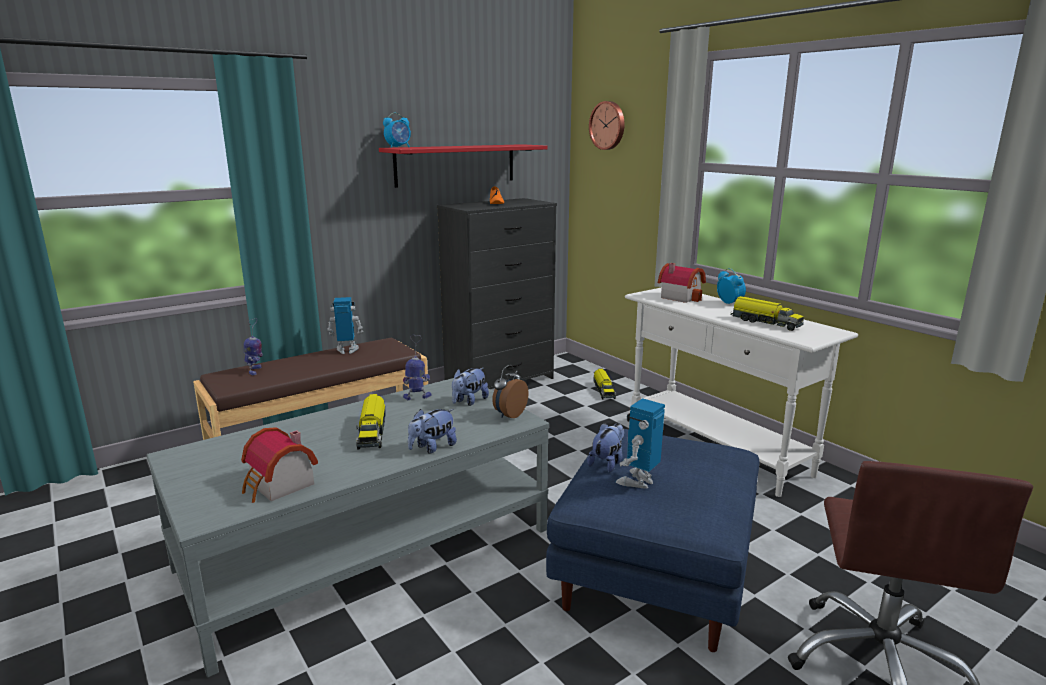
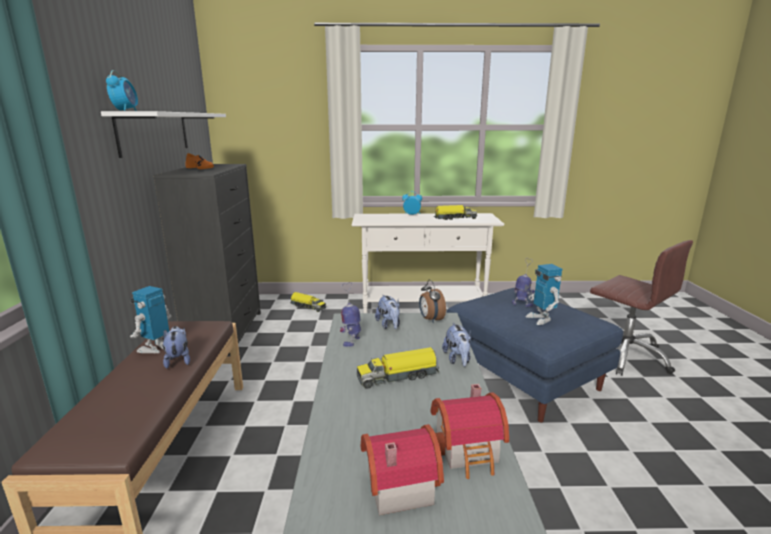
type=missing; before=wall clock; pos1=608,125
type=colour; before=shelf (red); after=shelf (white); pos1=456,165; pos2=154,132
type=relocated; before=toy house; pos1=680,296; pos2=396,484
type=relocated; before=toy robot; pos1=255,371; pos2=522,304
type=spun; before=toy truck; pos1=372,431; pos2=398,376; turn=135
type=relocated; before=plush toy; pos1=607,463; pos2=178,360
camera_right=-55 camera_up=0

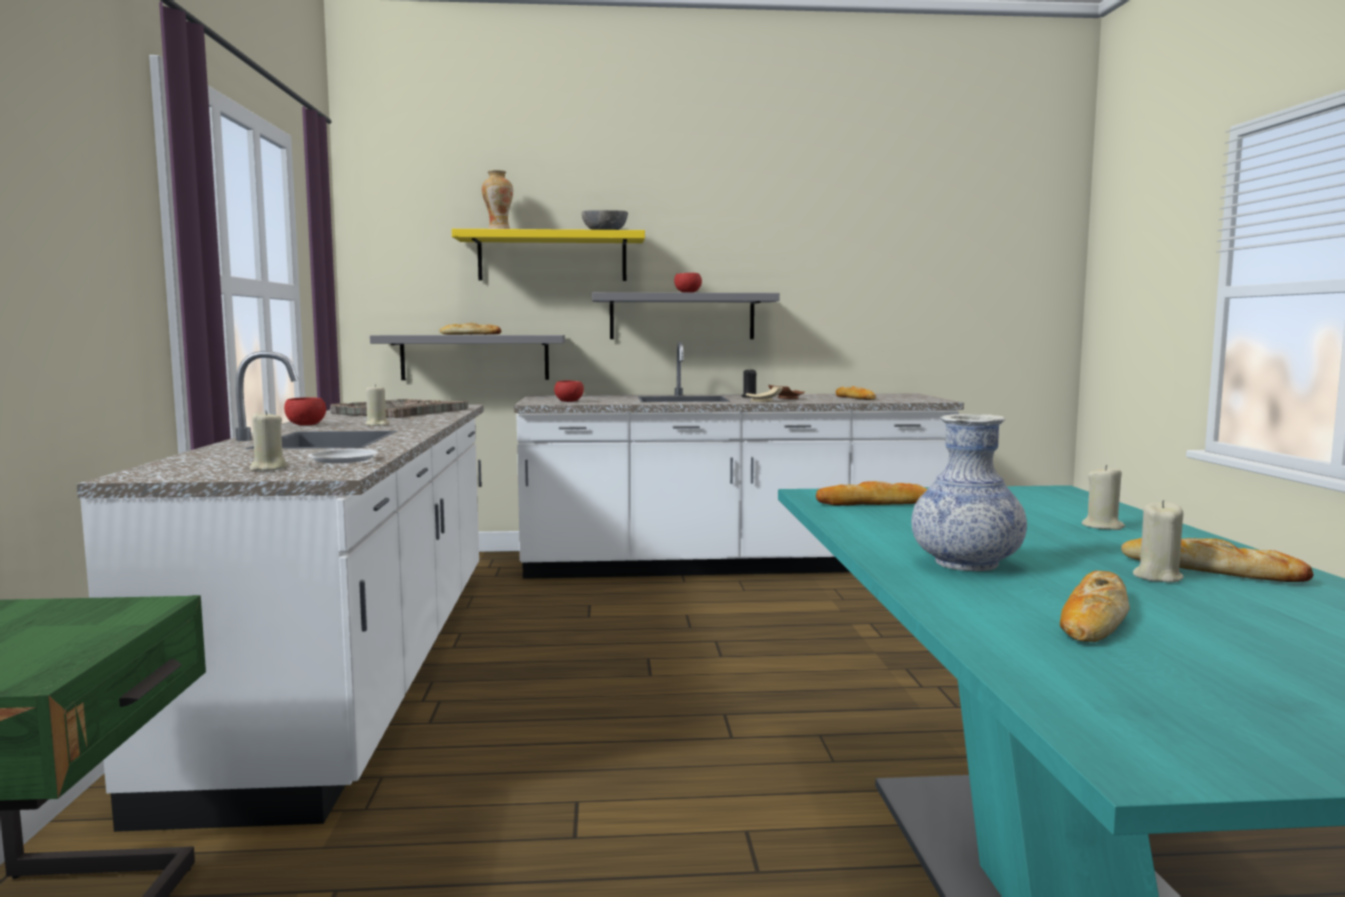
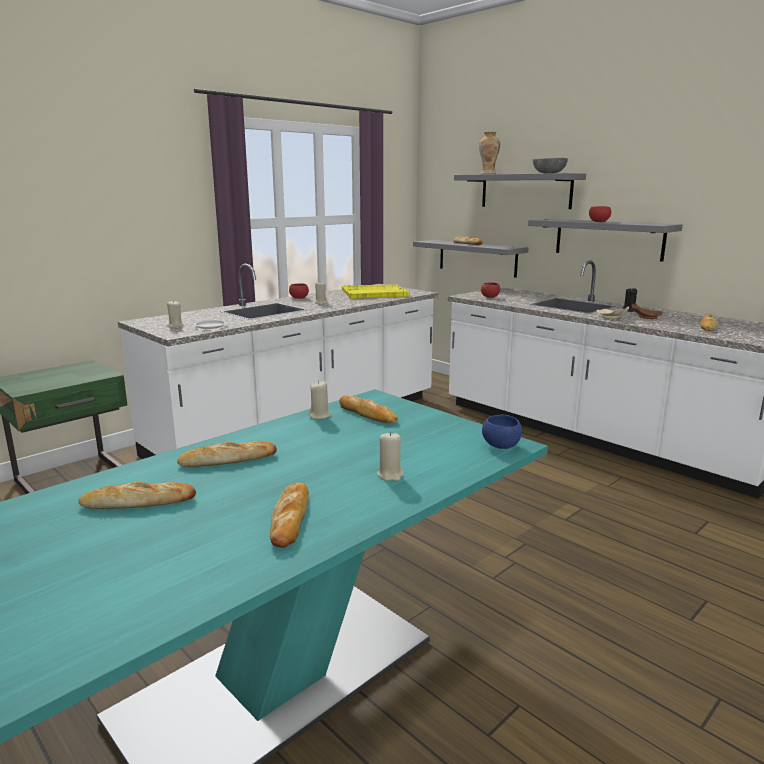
type=colour; before=shelf (yellow); after=shelf (grey); pos1=552,257; pos2=525,191
type=colour; before=tray (grey); after=tray (yellow); pos1=399,411; pos2=374,293
type=exchanged; before=vase; after=bread; pos1=966,564; pos2=228,460
type=relocated; before=candle (beige); pos1=1157,577; pos2=320,416
type=appeared; after=bowl (blue); pos2=500,446
camera_right=50 camera_up=10

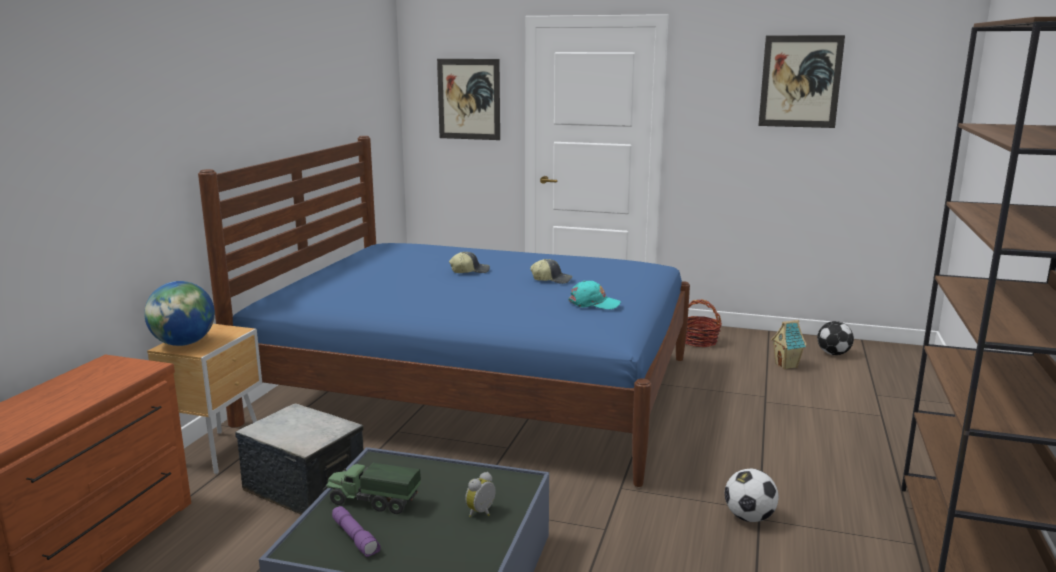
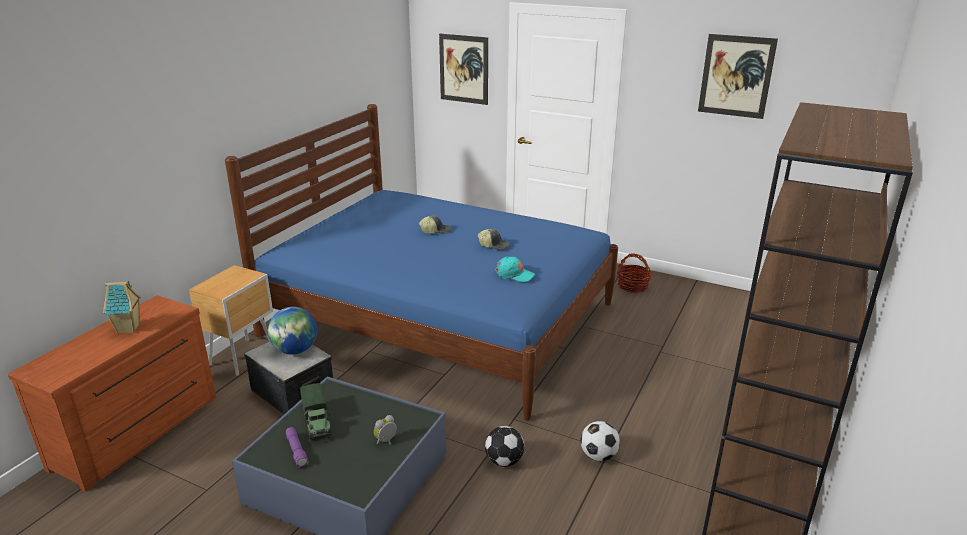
type=relocated; before=globe; pos1=184,343; pos2=295,350
type=relocated; before=toy house; pos1=787,365; pos2=129,329
type=relocated; before=football; pos1=833,354; pos2=504,461
type=spun; before=toy truck; pos1=372,501; pos2=317,422; turn=-135
camera_right=10 camera_up=10

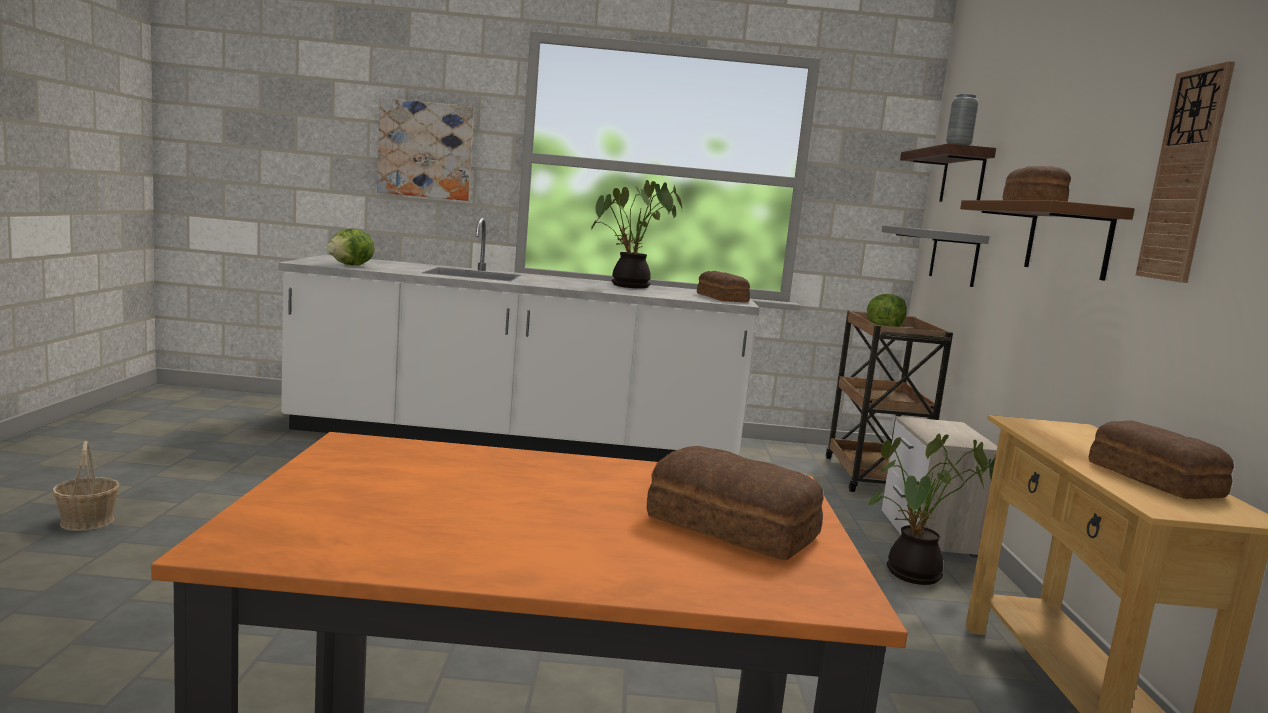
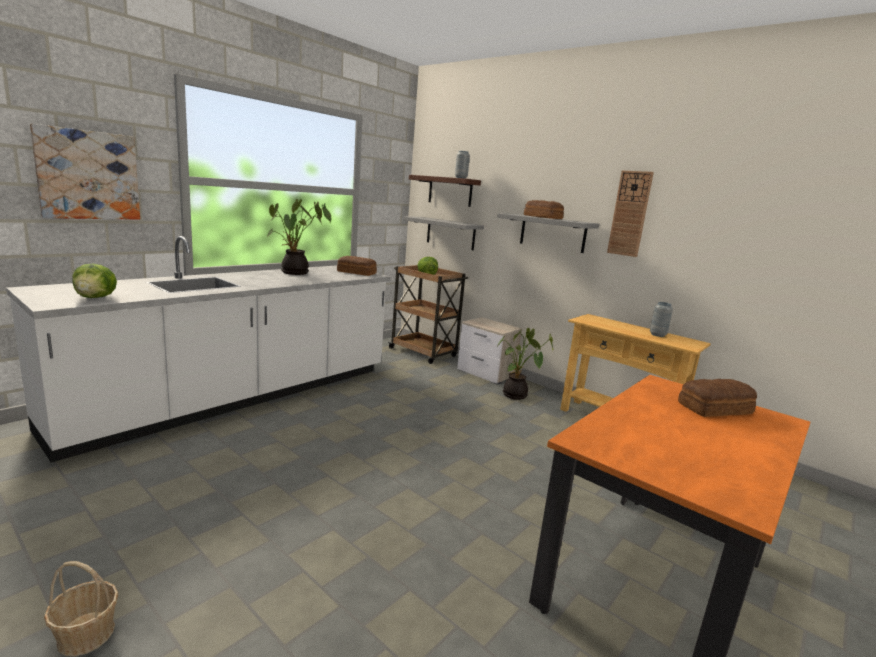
type=colour; before=shelf (brown); after=shelf (grey); pos1=1067,240; pos2=552,233
type=exchanged; before=bread; after=vase (grey); pos1=1154,479; pos2=657,335
camera_right=-50 camera_up=5

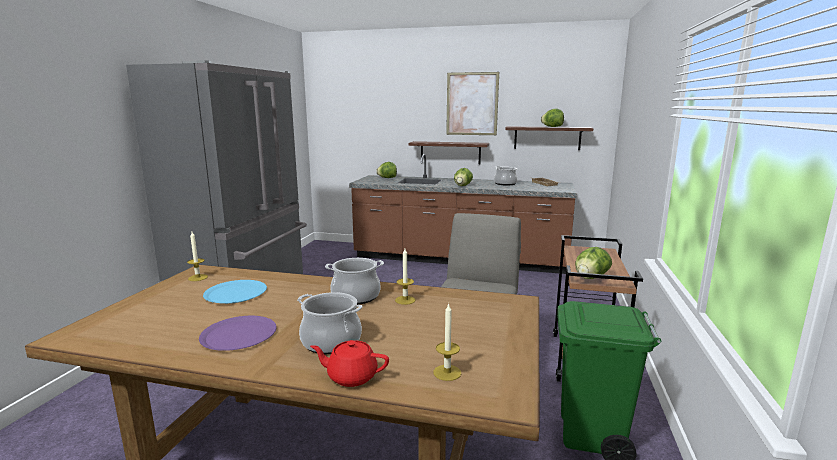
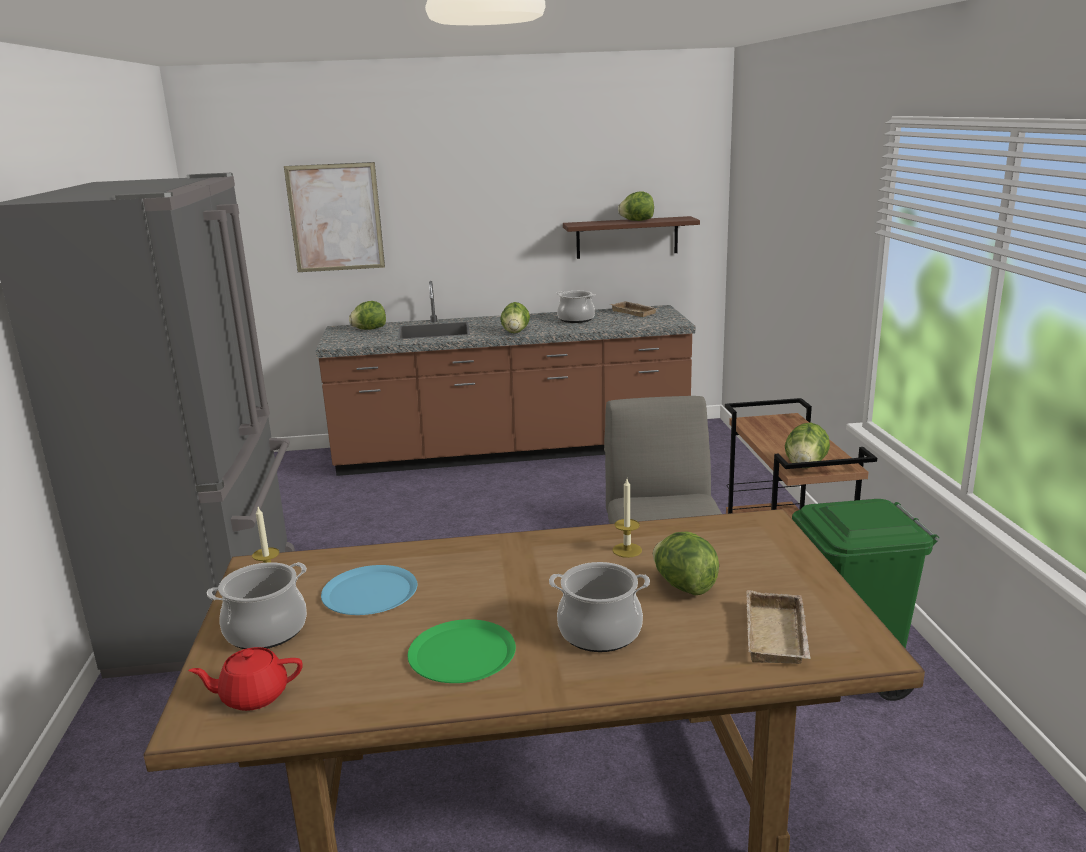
type=relocated; before=picture; pos1=472,104; pos2=335,217
type=missing; before=shelf; pos1=450,152
type=relocated; before=cooking pot; pos1=355,296; pos2=266,631
type=exchanged; before=candle; after=tray (beige); pos1=447,372; pos2=779,636
type=colour; before=plate (purple); after=plate (green); pos1=239,334; pos2=462,653
type=relocated; before=teapot (red); pos1=351,376; pos2=253,696
type=appeared; after=lettuce; pos2=683,586
camera_right=-20 camera_up=5

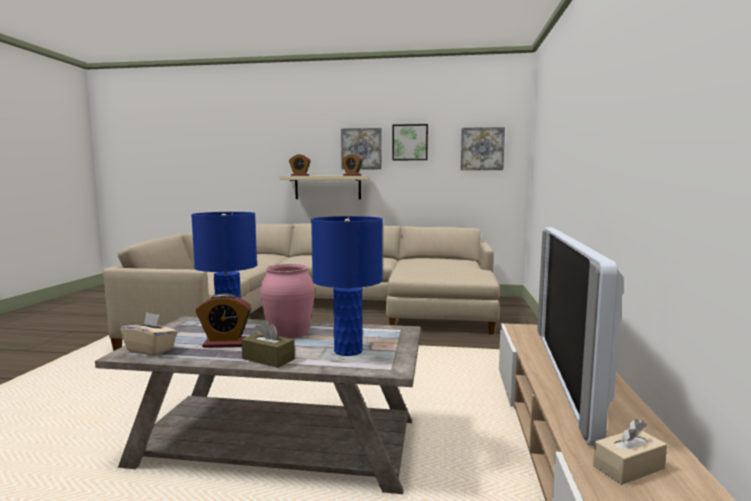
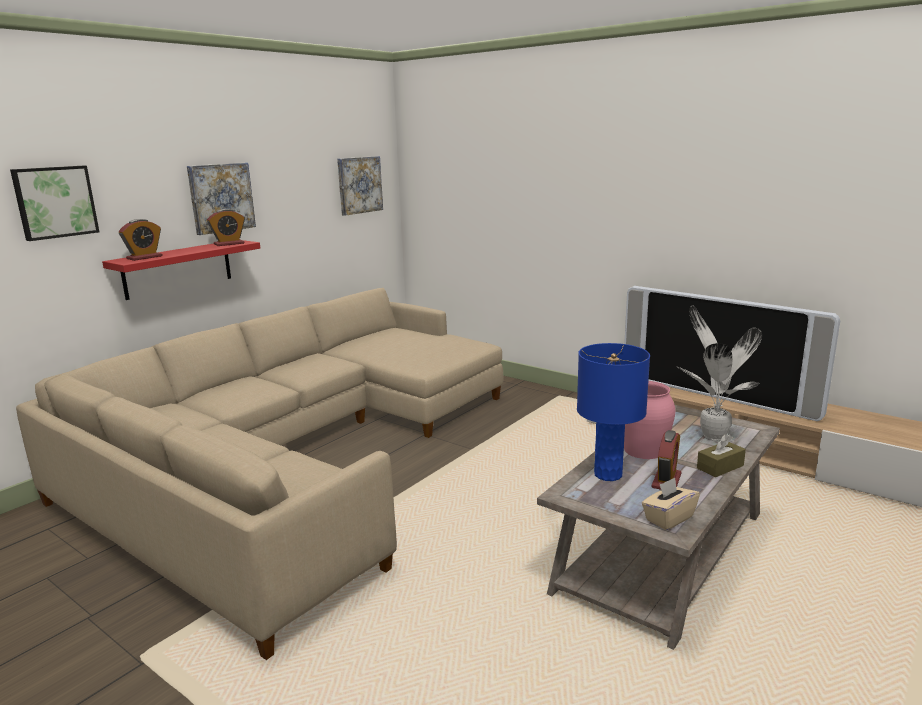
type=relocated; before=picture; pos1=410,142; pos2=55,202
type=colour; before=shelf (beige); after=shelf (red); pos1=327,187; pos2=178,269
type=exchanged; before=table lamp (blue); after=potted plant; pos1=348,351; pos2=712,435
type=missing; before=tissue box (beige); pos1=628,467
camera_right=-60 camera_up=10

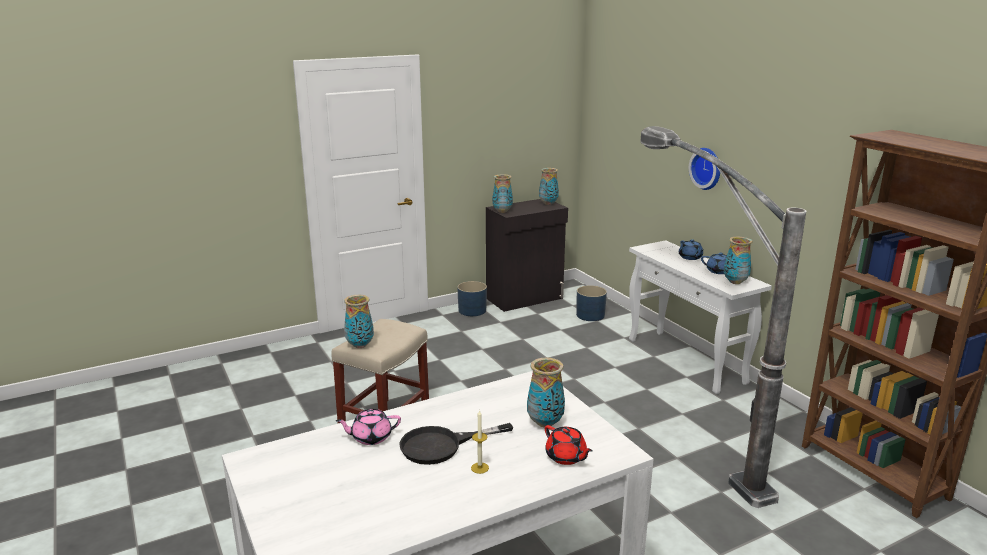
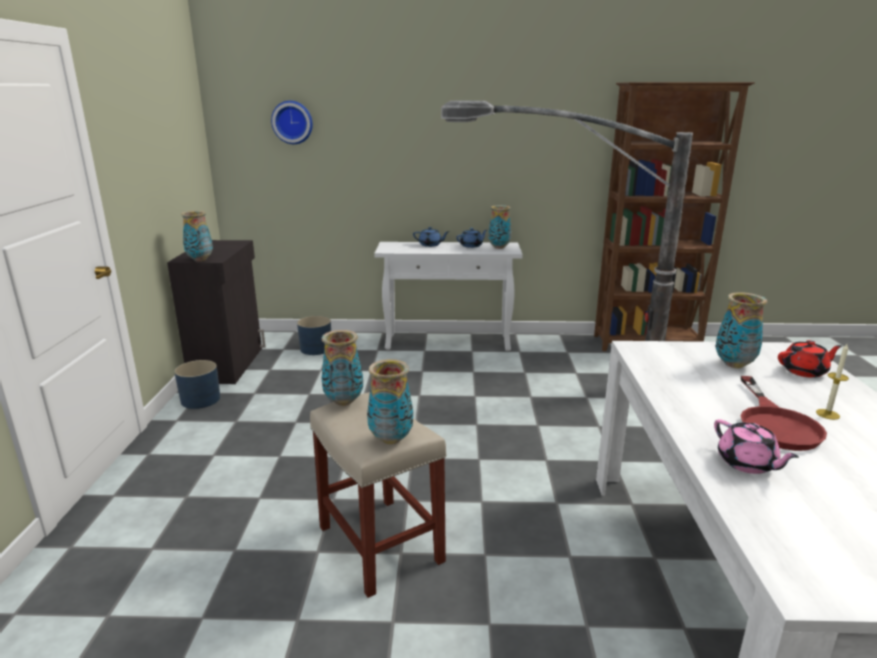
type=relocated; before=wall clock; pos1=707,168; pos2=293,122
type=relocated; before=vase; pos1=548,203; pos2=344,402
type=spun; before=teapot (pink); pos1=370,437; pos2=747,463; turn=-45
type=colour; before=frying pan (black); after=frying pan (red); pos1=441,445; pos2=775,423
camera_right=-60 camera_up=0

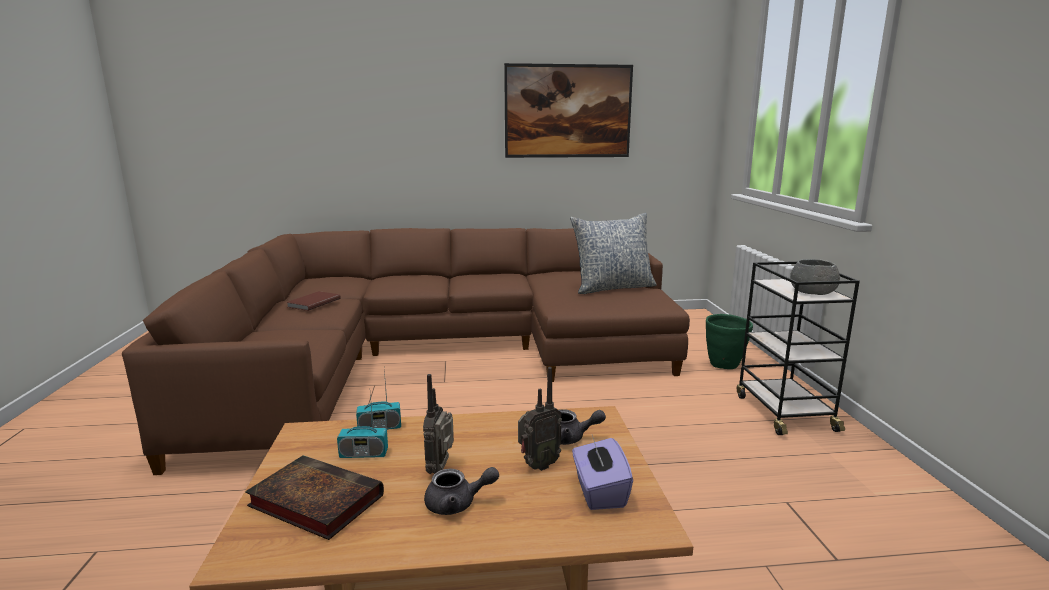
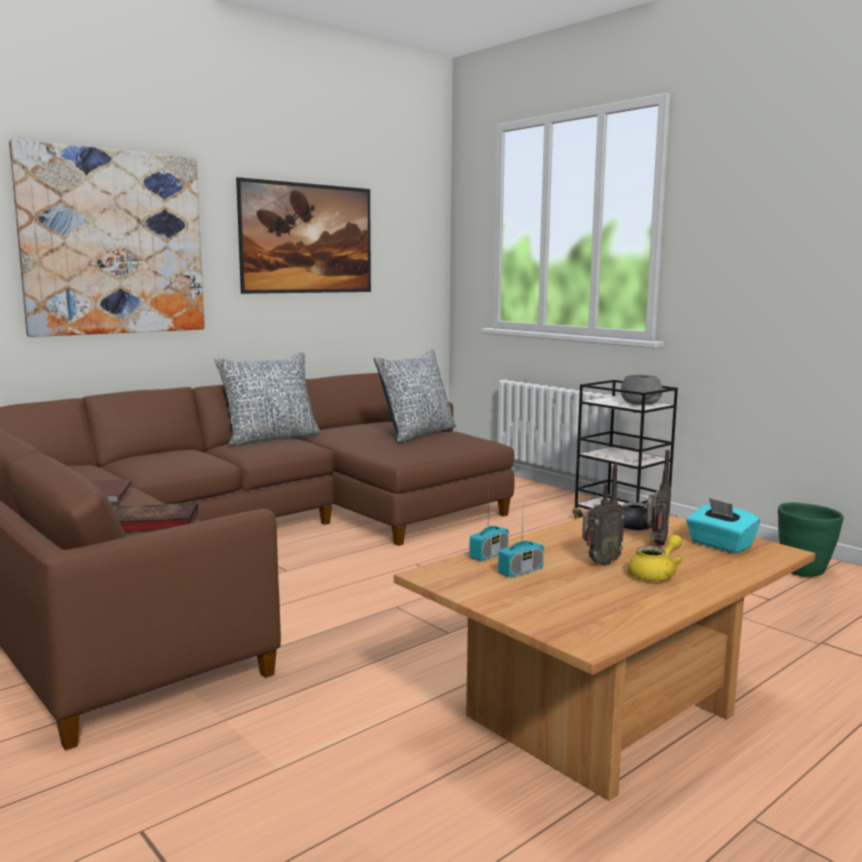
type=relocated; before=planter (green); pos1=724,365; pos2=804,571
type=spun; before=radio; pos1=441,469; pos2=599,563; turn=-90
type=colour; before=tissue box (purple); after=tissue box (turquoise); pos1=599,491; pos2=720,545
type=relocated; before=book; pos1=313,501; pos2=151,524
type=colour; before=teapot (grey); after=teapot (yellow); pos1=457,504; pos2=656,574
type=appeared; after=picture; pos2=114,243
type=appeared; after=pillow; pos2=270,438
camera_right=-35 camera_up=-5

